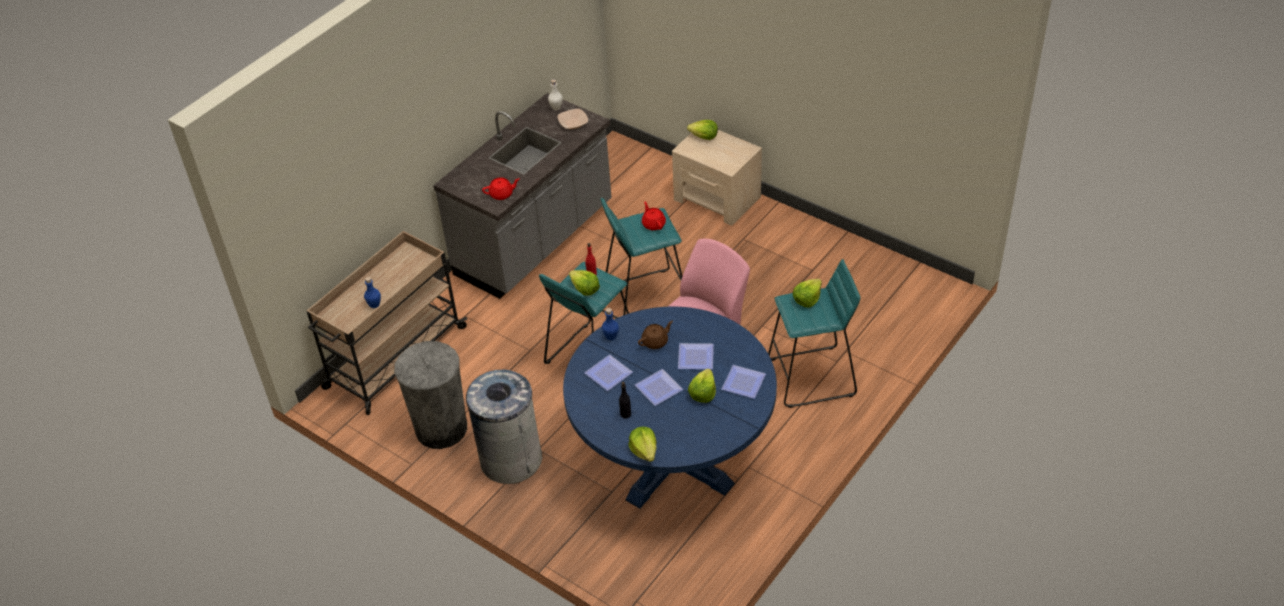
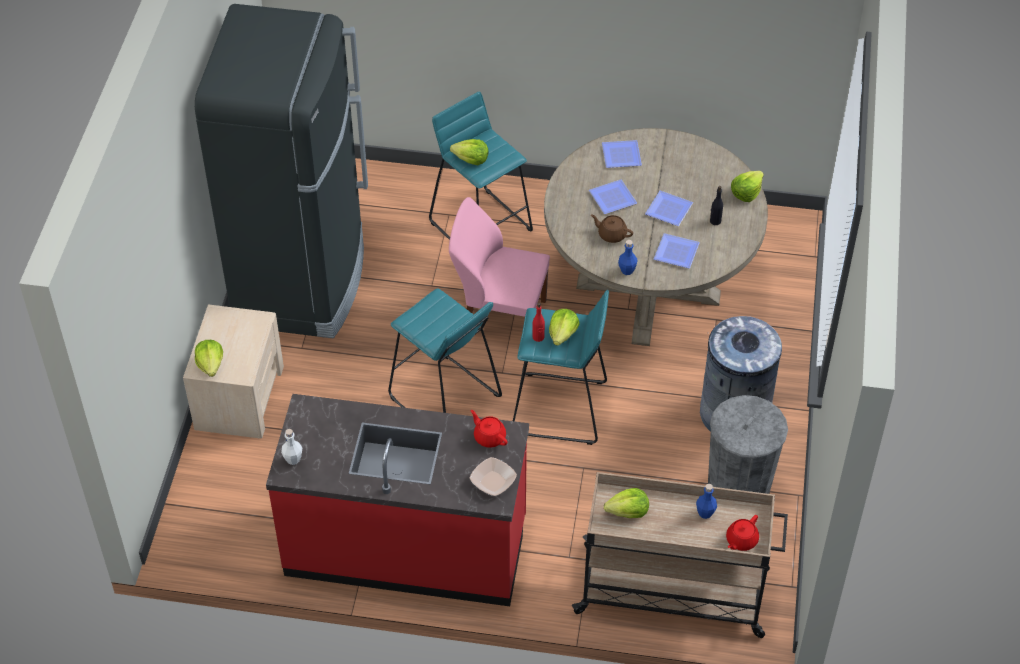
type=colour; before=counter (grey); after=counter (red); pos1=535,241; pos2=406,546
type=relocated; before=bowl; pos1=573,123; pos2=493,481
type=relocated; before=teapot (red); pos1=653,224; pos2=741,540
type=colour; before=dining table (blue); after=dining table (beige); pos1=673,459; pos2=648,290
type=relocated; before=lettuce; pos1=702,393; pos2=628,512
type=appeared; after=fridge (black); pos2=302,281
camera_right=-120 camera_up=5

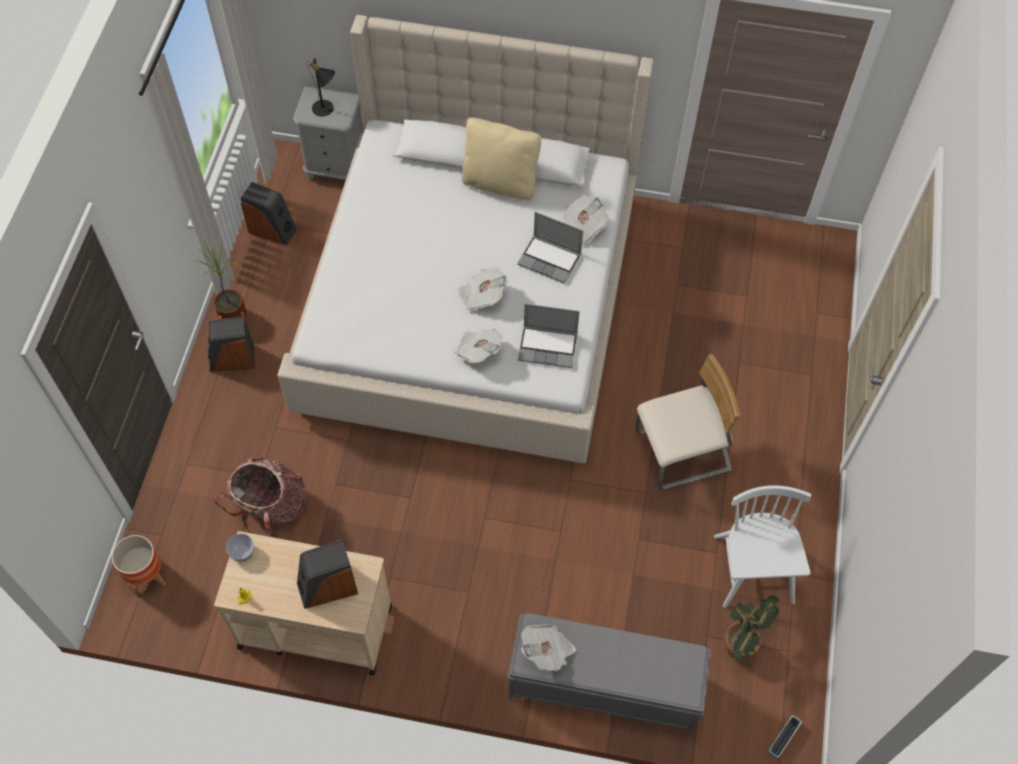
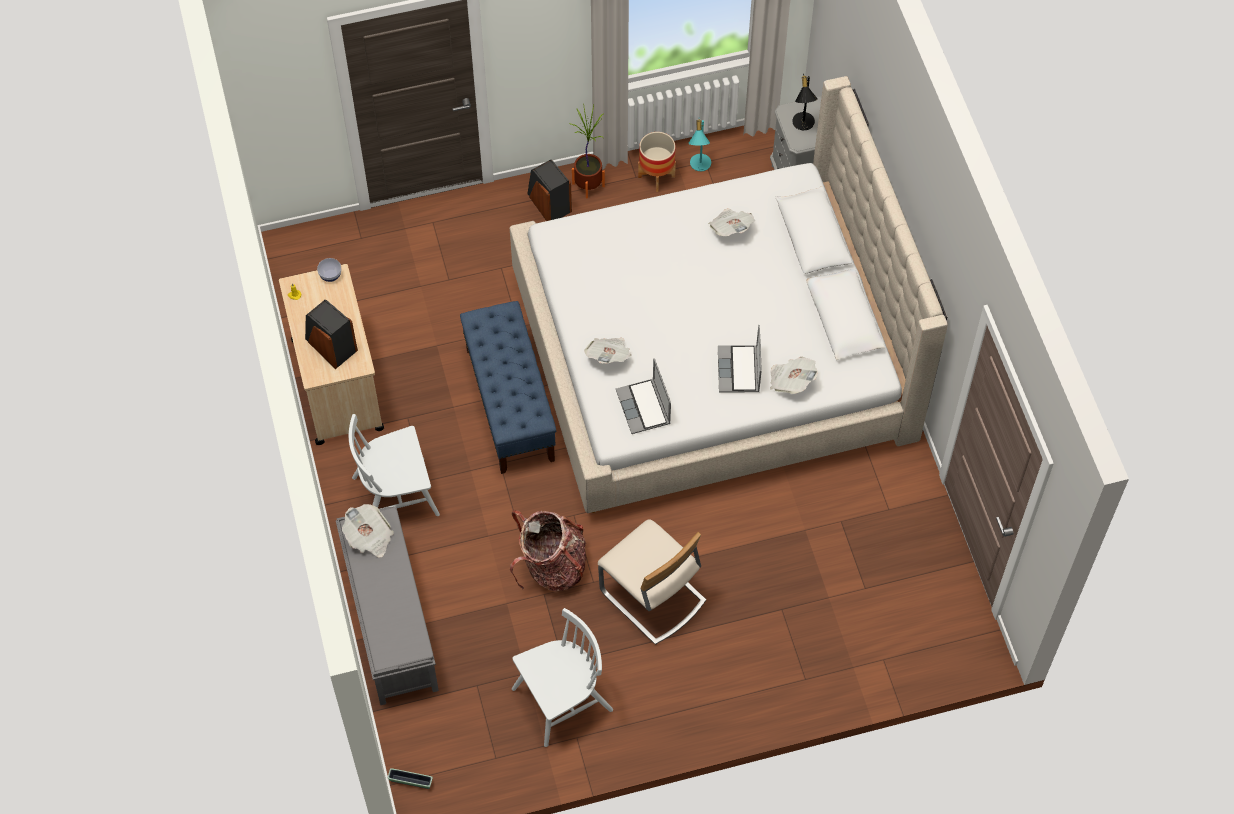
type=missing; before=pillow (beige); pos1=500,182
type=exchanged; before=speaker; after=table lamp (turquoise); pos1=273,230; pos2=699,166
type=relocated; before=newspaper; pos1=482,296; pos2=730,228
type=relocated; before=backpack; pos1=271,508; pos2=552,566
type=relocated; before=planter; pos1=147,576; pos2=656,176
type=missing; before=potted plant; pos1=743,644
type=appeared; after=bench (blue); pos2=510,405
type=appeared; after=chair (white); pos2=396,495
camera_right=65 camera_up=0

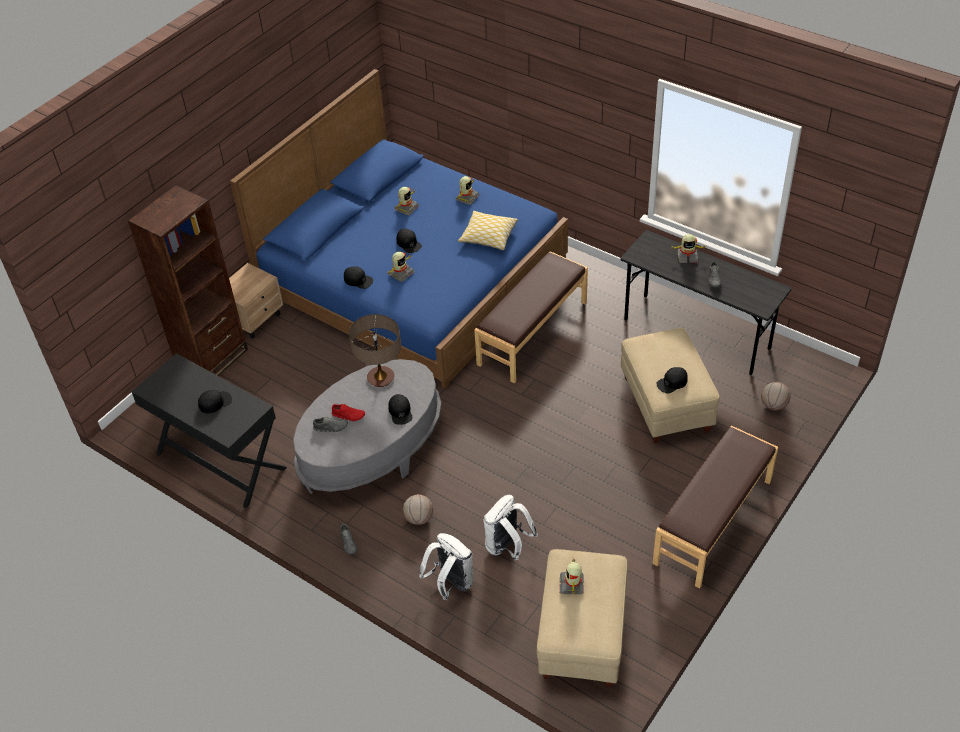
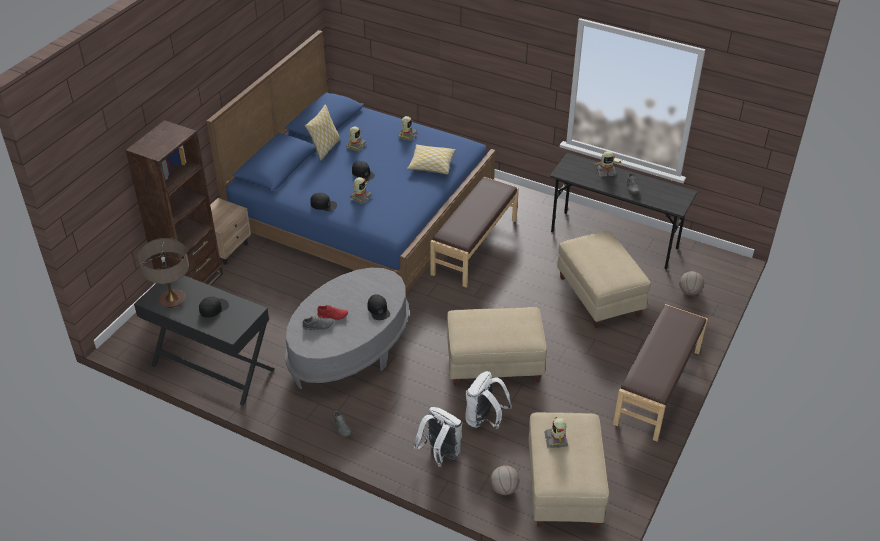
type=relocated; before=table lamp; pos1=381,378; pos2=172,300
type=missing; before=cap (black); pos1=672,382
type=relocated; before=basketball; pos1=419,518; pos2=504,489
type=appeared; after=pillow; pos2=325,149
type=appeared; after=ottoman (beige); pos2=494,365
camera_right=-10 camera_up=-5

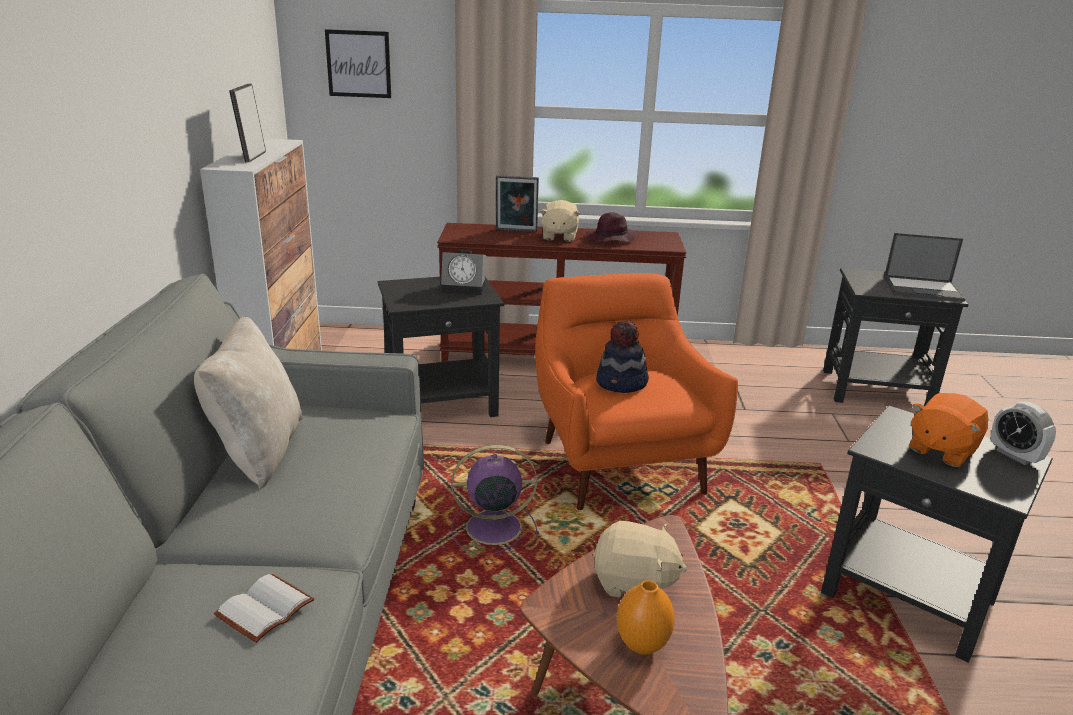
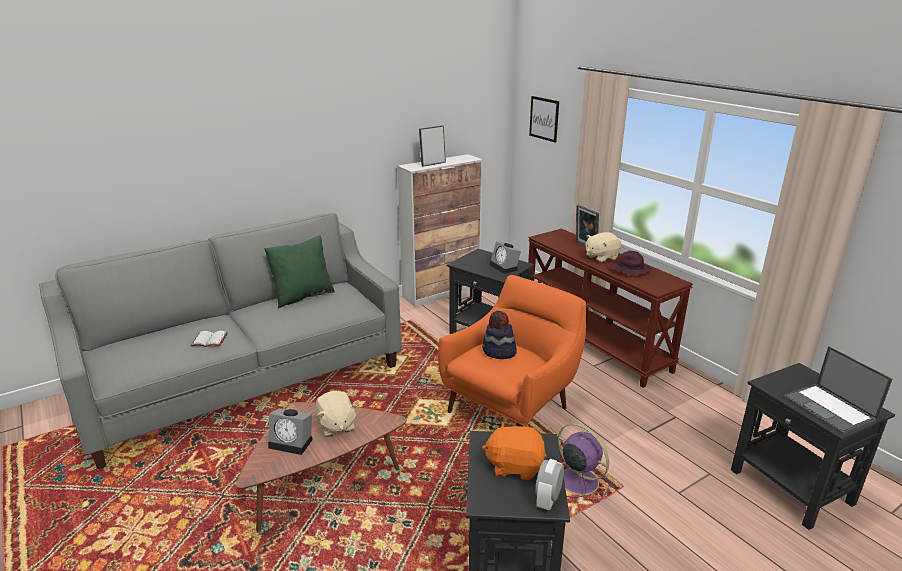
type=colour; before=pillow (beige); after=pillow (green); pos1=258,451; pos2=302,296
type=relocated; before=fan (purple); pos1=491,527; pos2=577,480
type=exchanged; before=vase (orange); after=alarm clock; pos1=642,645; pos2=293,442
camera_right=55 camera_up=0

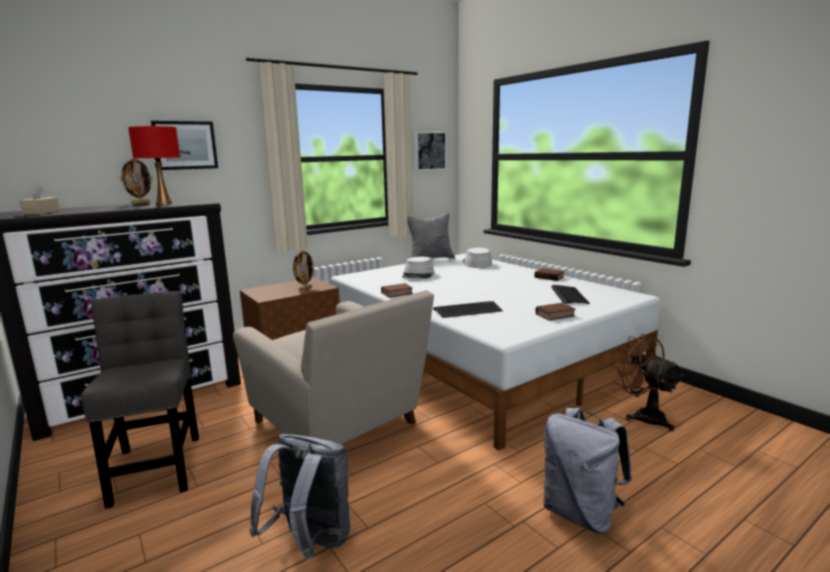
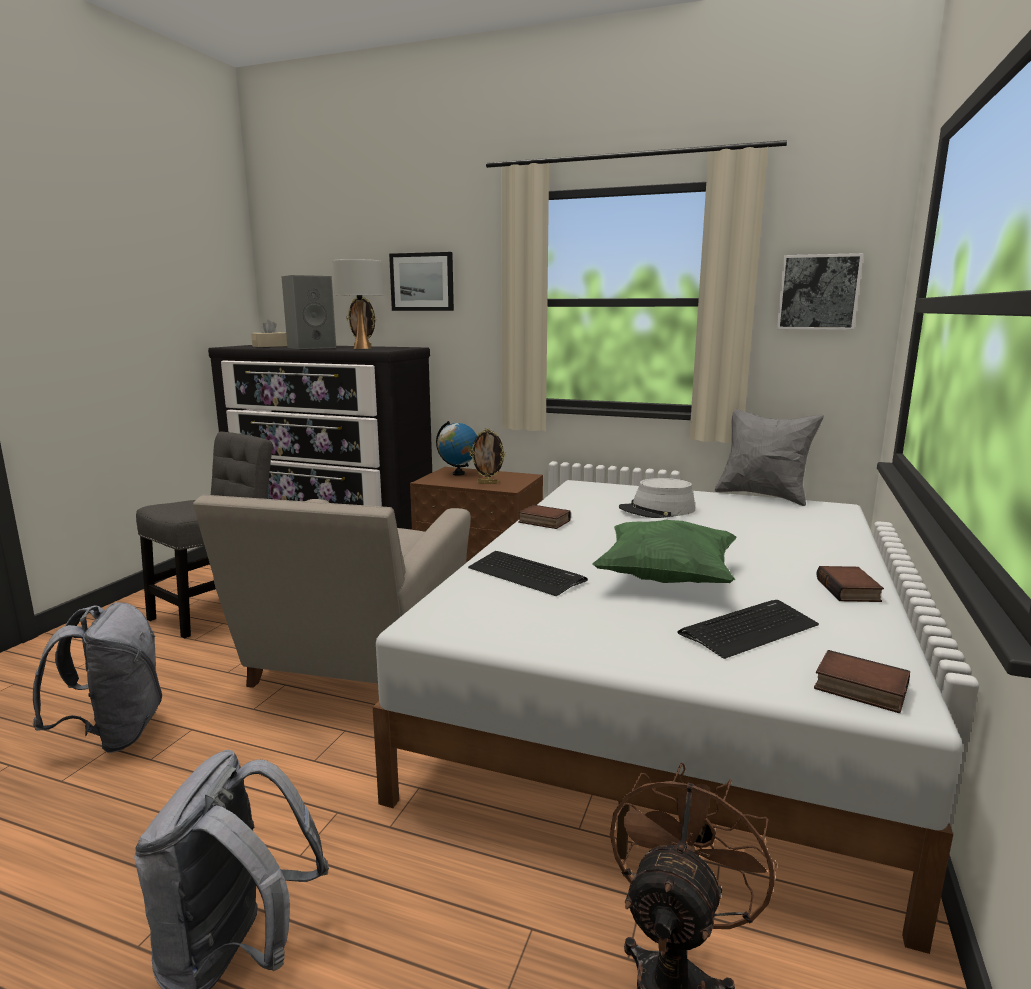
type=colour; before=table lamp (red); after=table lamp (white); pos1=164,204; pos2=362,348
type=missing; before=hat (grey); pos1=477,263
type=relocated; before=book; pos1=555,315; pos2=858,689
type=appeared; after=speaker (grey); pos2=312,347
type=appeared; after=globe; pos2=458,473
type=appeared; after=pillow (green); pos2=666,578
camera_right=55 camera_up=0

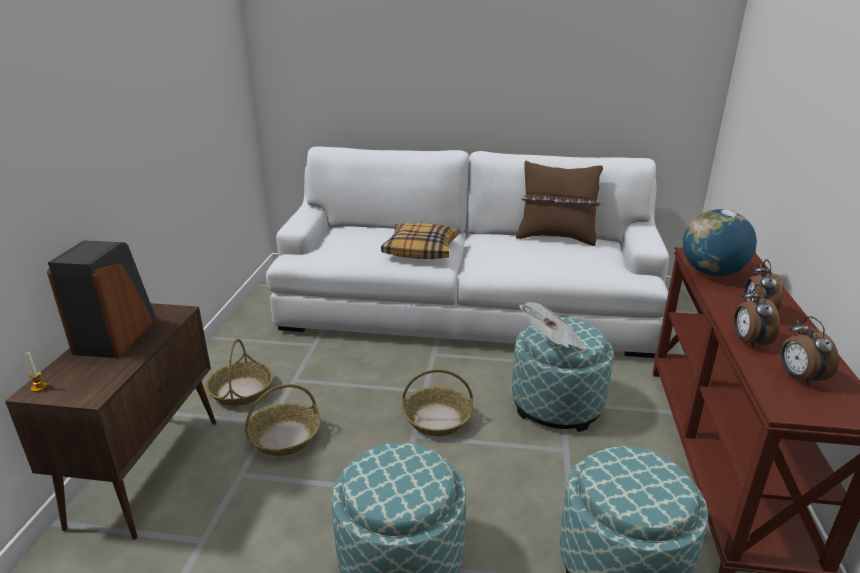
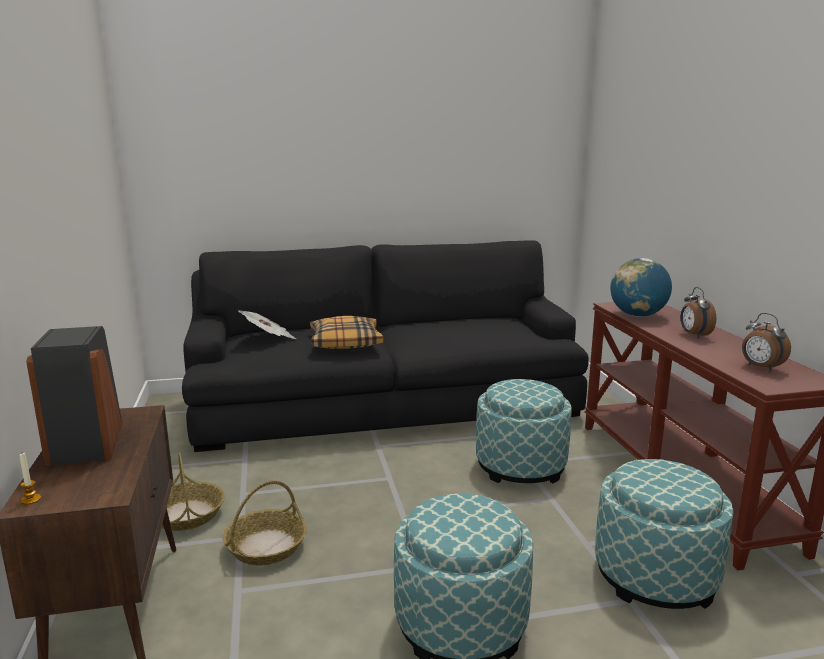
type=colour; before=sofa (white); after=sofa (black); pos1=466,309; pos2=385,404
type=missing; before=pillow (brown); pos1=556,237
type=missing; before=alarm clock; pos1=748,341
type=relocated; before=newspaper; pos1=552,341; pos2=269,338
type=missing; before=basket; pos1=437,419
camera_right=-20 camera_up=-10

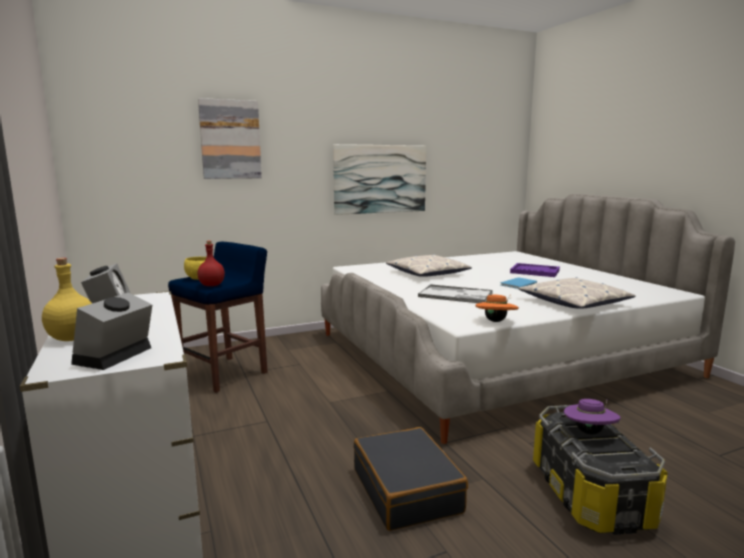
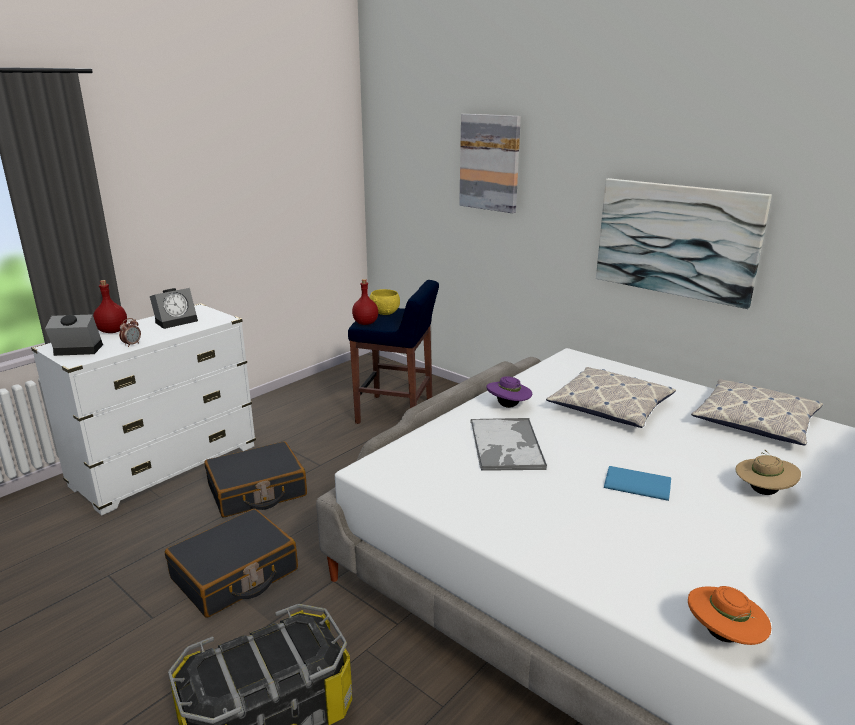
type=colour; before=bottle (yellow); after=bottle (red); pos1=71,338; pos2=112,331
type=exchanged; before=tray (purple); after=hat (beige); pos1=534,271; pos2=762,491
type=relocated; before=pillow; pos1=574,302; pos2=755,421
type=relocated; before=hat (orange); pos1=496,321; pos2=723,636
type=relocated; before=hat (purple); pos1=589,432; pos2=508,406
type=appeared; after=alarm clock; pos2=132,344
type=appeared; after=suitcase (black); pos2=257,491
camera_right=65 camera_up=10

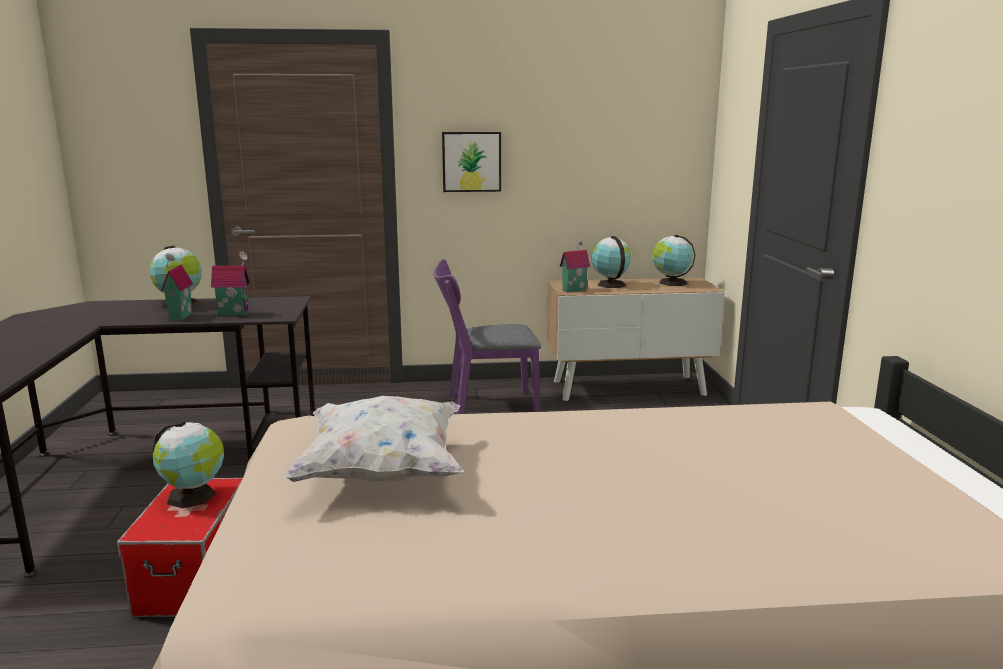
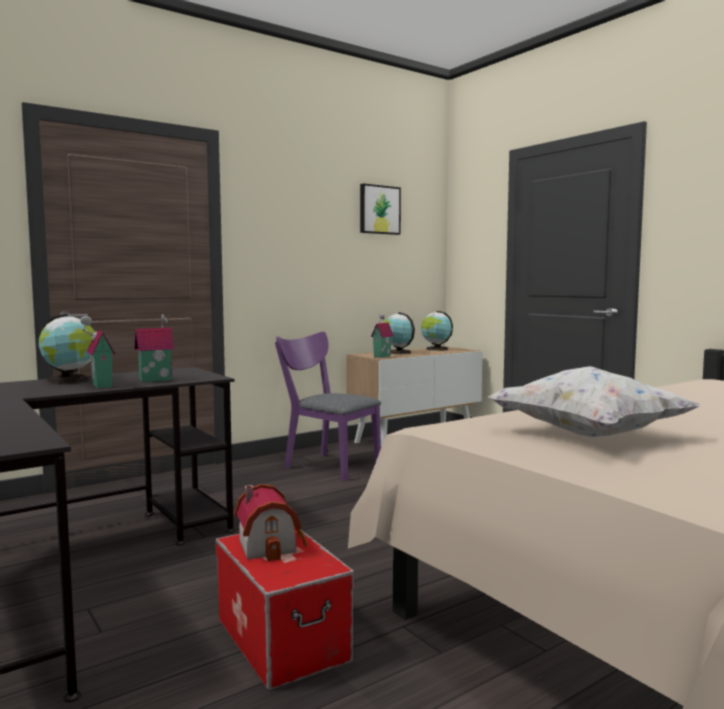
type=relocated; before=picture; pos1=471,161; pos2=379,210
type=spun; before=chair (purple); pos1=485,405; pos2=327,465; turn=75
type=exchanged; before=globe; after=toy house; pos1=193,496; pos2=271,545
camera_right=-30 camera_up=-10

